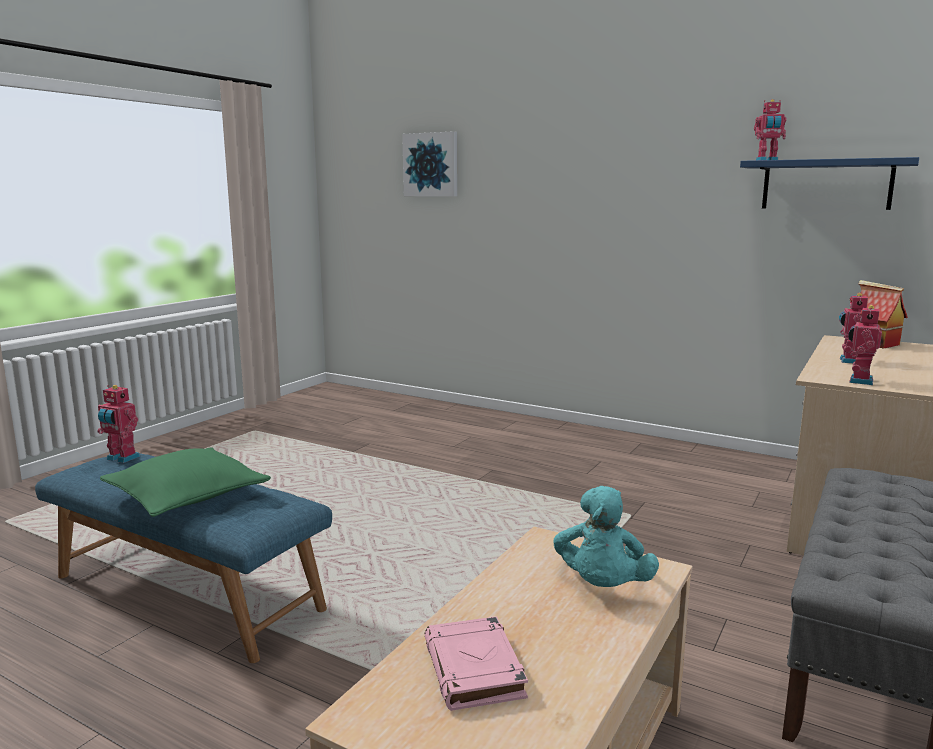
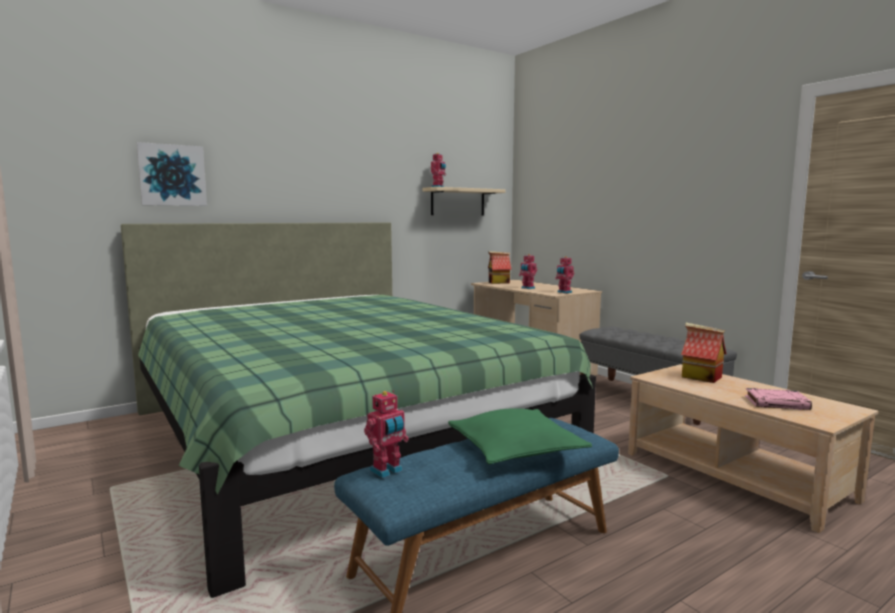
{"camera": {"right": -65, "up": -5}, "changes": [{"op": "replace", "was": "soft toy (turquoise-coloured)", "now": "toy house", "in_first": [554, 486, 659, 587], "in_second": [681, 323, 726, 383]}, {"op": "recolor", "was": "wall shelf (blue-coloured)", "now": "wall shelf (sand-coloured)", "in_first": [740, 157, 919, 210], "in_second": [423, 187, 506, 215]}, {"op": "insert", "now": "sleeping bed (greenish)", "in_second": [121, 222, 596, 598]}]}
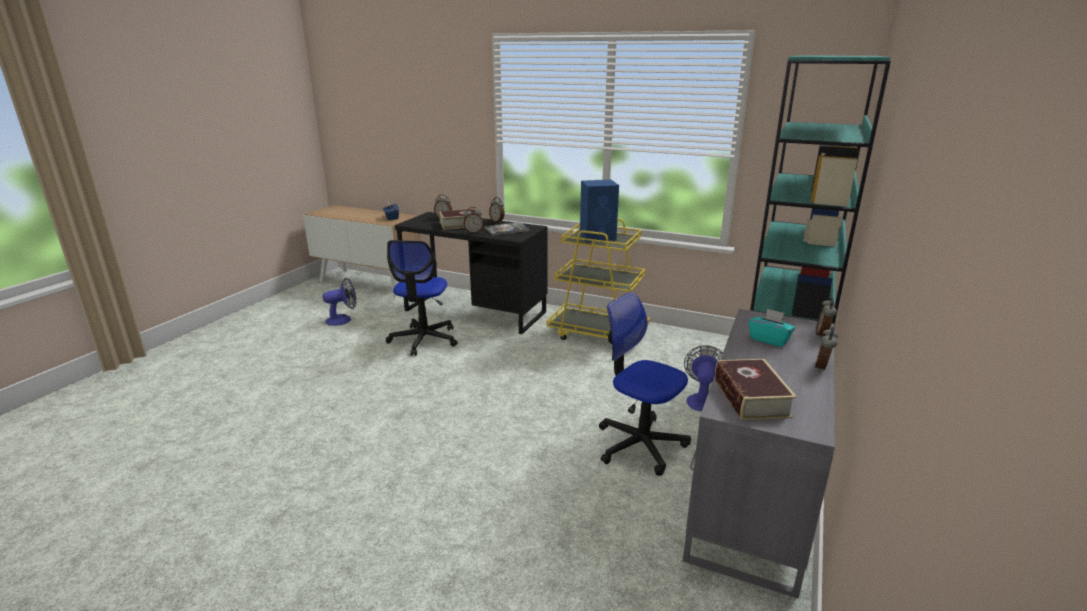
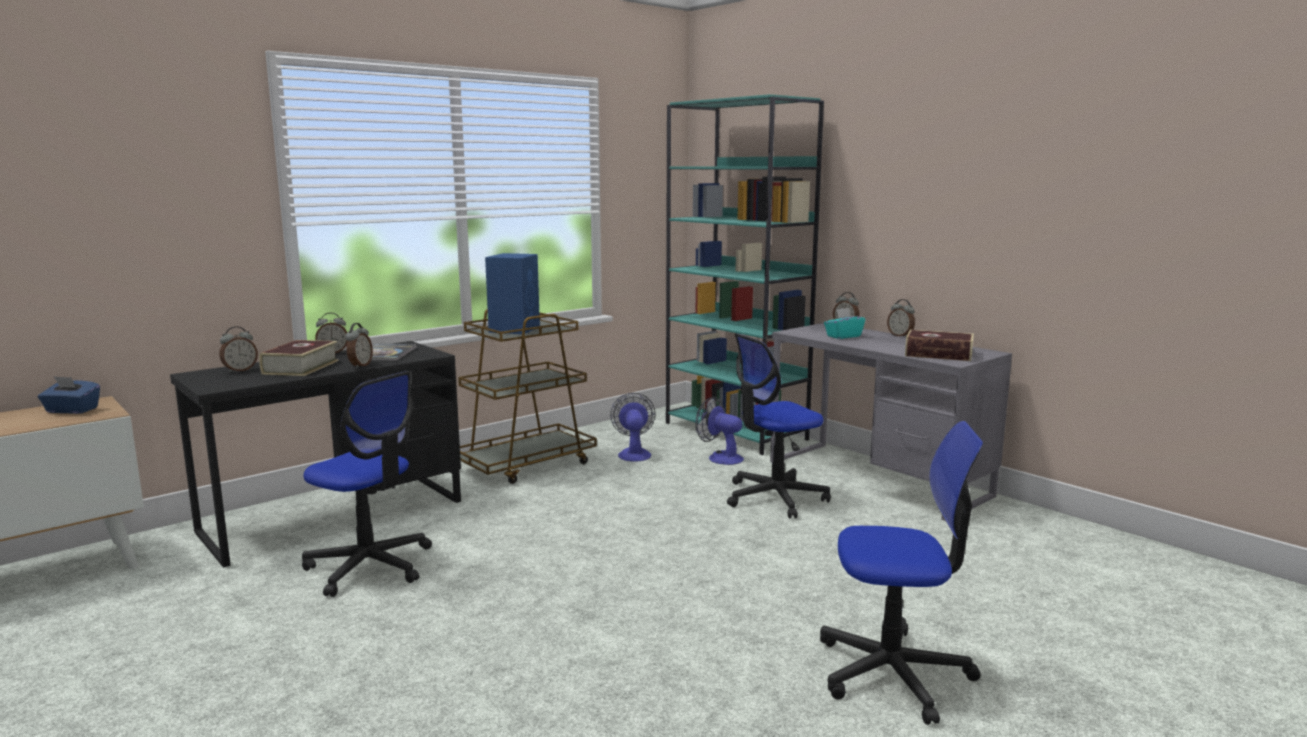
{"camera": {"right": -65, "up": -10}, "changes": [{"op": "move", "was": "fan", "in_first": [323, 278, 356, 326], "in_second": [610, 393, 655, 462]}, {"op": "recolor", "was": "cart (yellow)", "now": "cart (brown-coloured)", "in_first": [547, 219, 650, 340], "in_second": [458, 309, 597, 484]}, {"op": "insert", "now": "desk chair", "in_second": [820, 421, 984, 725]}]}
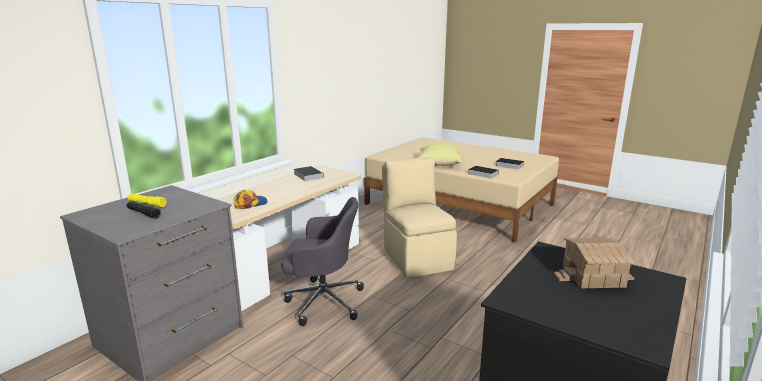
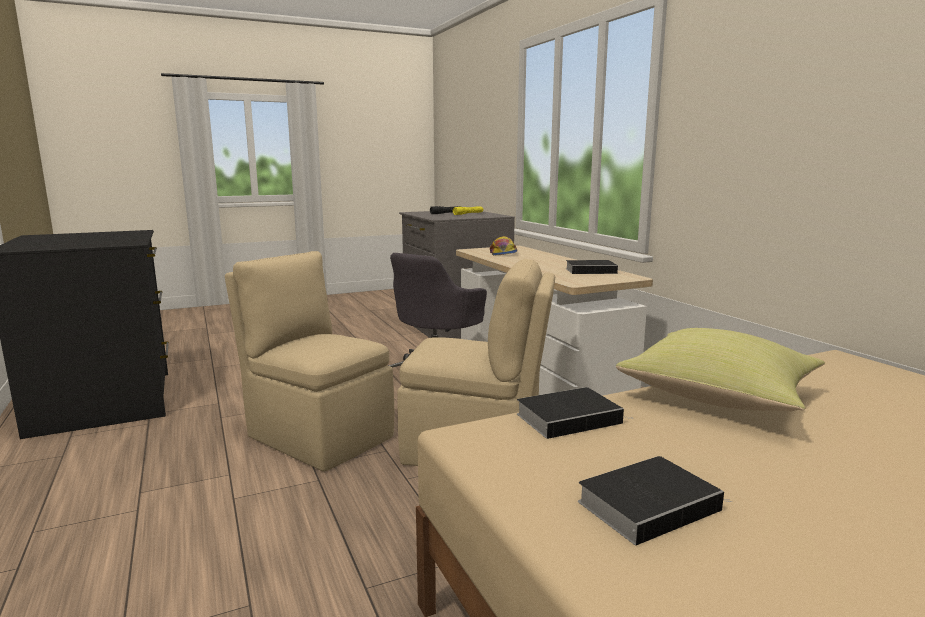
{"camera": {"right": 120, "up": -5}, "changes": [{"op": "delete", "was": "toy house", "in_first": [554, 237, 634, 288]}, {"op": "insert", "now": "upright chair (sand-coloured)", "in_second": [225, 251, 394, 472]}]}
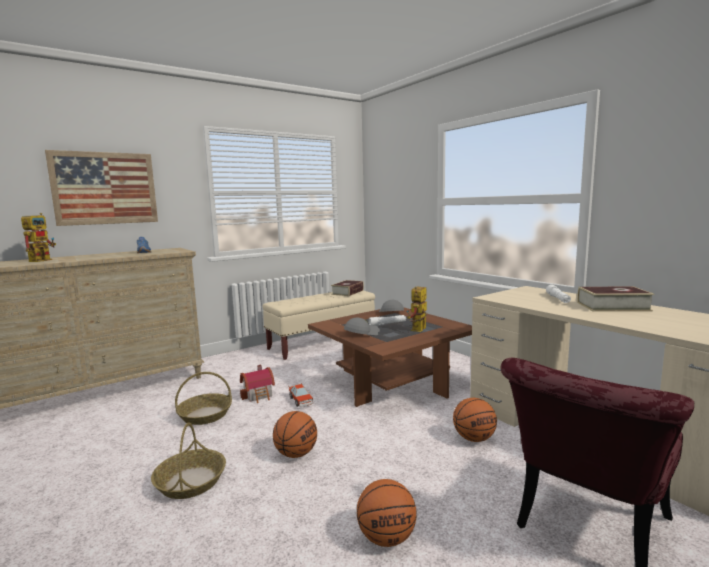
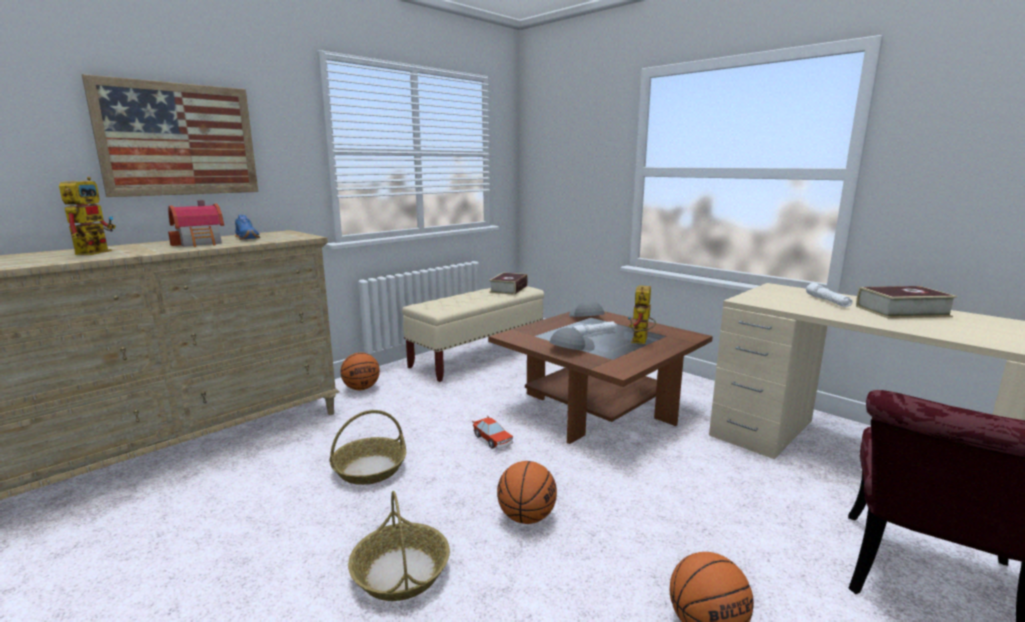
{"camera": {"right": -10, "up": 5}, "changes": [{"op": "move", "was": "toy house", "in_first": [240, 365, 275, 403], "in_second": [168, 200, 224, 247]}, {"op": "move", "was": "basketball ball", "in_first": [453, 398, 497, 442], "in_second": [340, 352, 380, 390]}]}
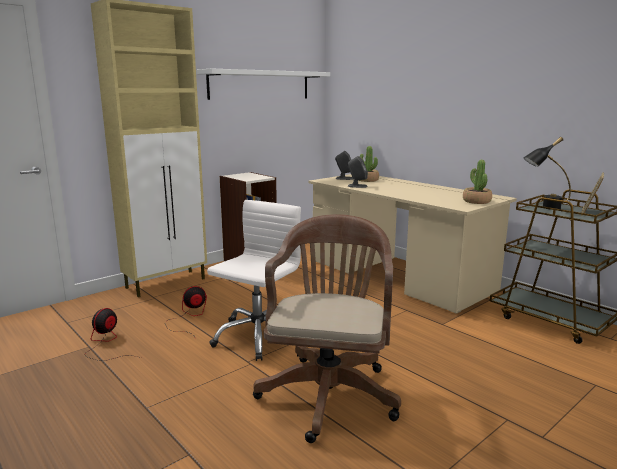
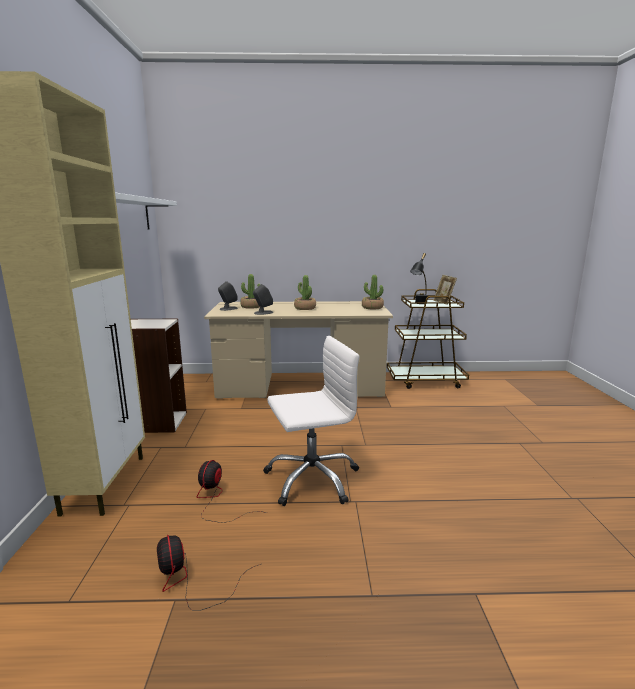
{"camera": {"right": -50, "up": 0}, "changes": [{"op": "rotate", "was": "desk chair (whitish)", "in_first": [207, 200, 301, 361], "in_second": [263, 336, 359, 506], "clockwise": 90}, {"op": "delete", "was": "desk chair (brown-coloured)", "in_first": [253, 214, 401, 443]}, {"op": "insert", "now": "houseplant", "in_second": [294, 275, 316, 310]}]}
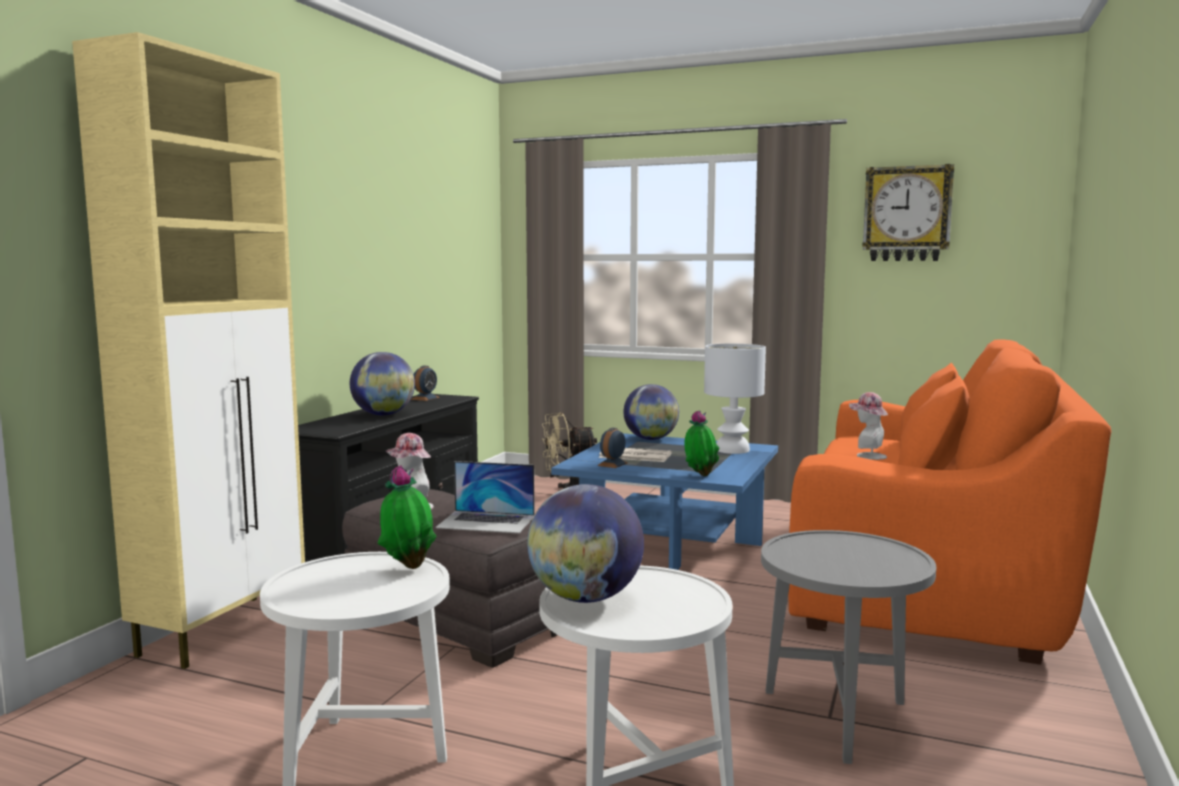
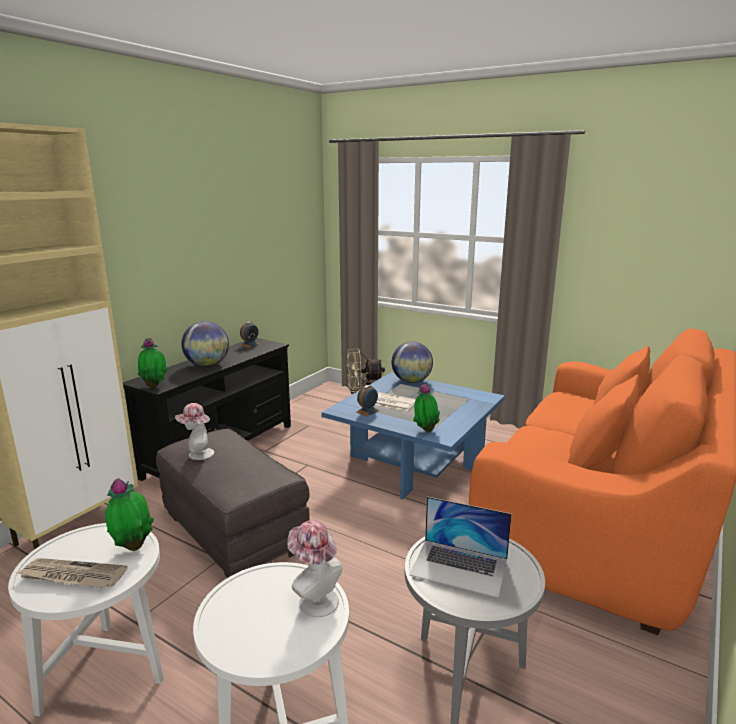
{"camera": {"right": 10, "up": 10}, "changes": [{"op": "move", "was": "portable computer", "in_first": [435, 461, 535, 533], "in_second": [409, 497, 512, 598]}, {"op": "delete", "was": "world globe", "in_first": [527, 484, 644, 603]}, {"op": "delete", "was": "tabletop lamp (whitish)", "in_first": [704, 344, 766, 454]}, {"op": "move", "was": "clothing hat", "in_first": [849, 392, 888, 460], "in_second": [288, 520, 342, 617]}, {"op": "delete", "was": "wall clock", "in_first": [862, 164, 954, 261]}, {"op": "insert", "now": "printed paper", "in_second": [17, 558, 128, 588]}, {"op": "insert", "now": "houseplant", "in_second": [138, 338, 168, 388]}]}
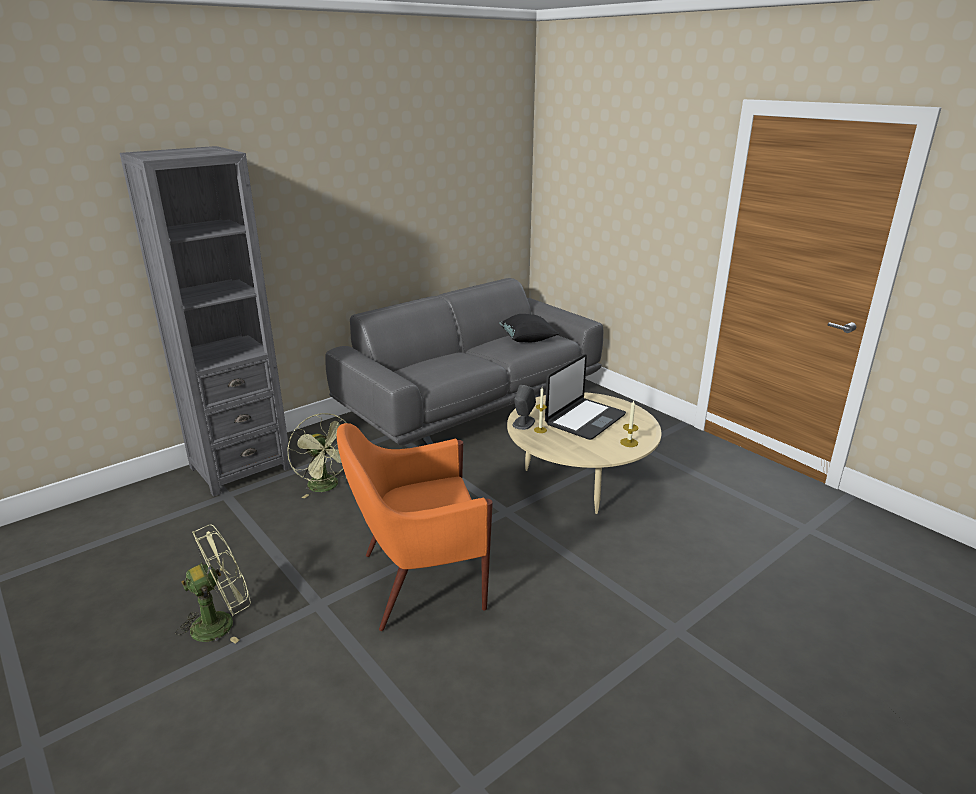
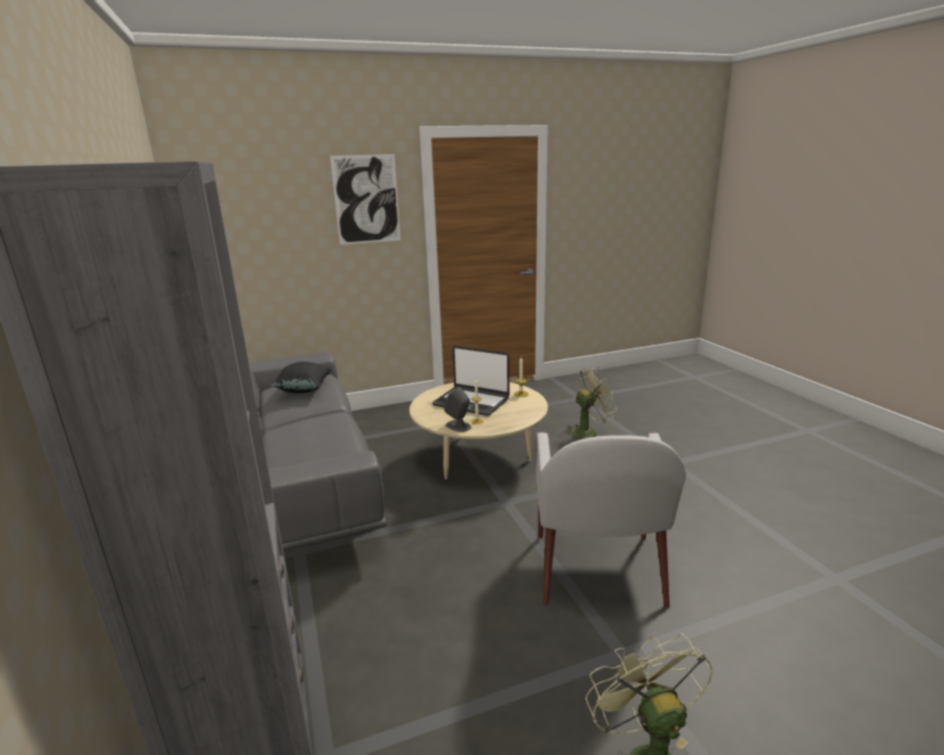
{"camera": {"right": -70, "up": -5}, "changes": [{"op": "move", "was": "fan (greenish)", "in_first": [287, 413, 347, 498], "in_second": [563, 367, 617, 438]}, {"op": "recolor", "was": "easy chair (orange)", "now": "easy chair (whitish)", "in_first": [337, 423, 493, 631], "in_second": [536, 432, 686, 608]}, {"op": "rotate", "was": "portable computer", "in_first": [545, 354, 626, 440], "in_second": [432, 346, 510, 416], "clockwise": 150}, {"op": "insert", "now": "picture", "in_second": [330, 154, 401, 245]}]}
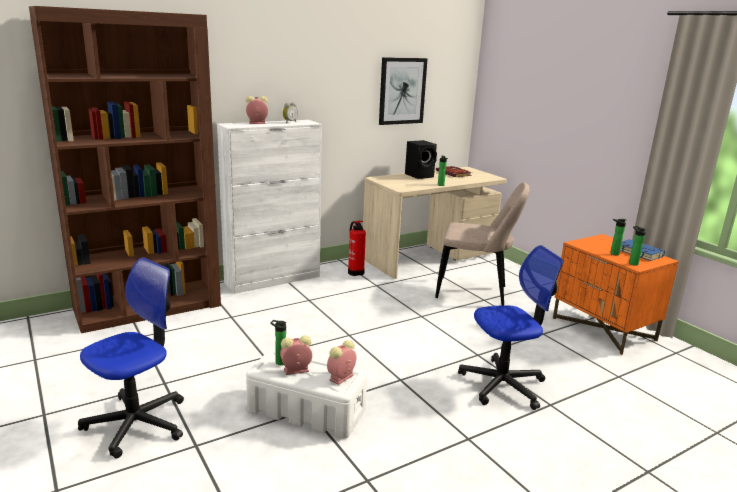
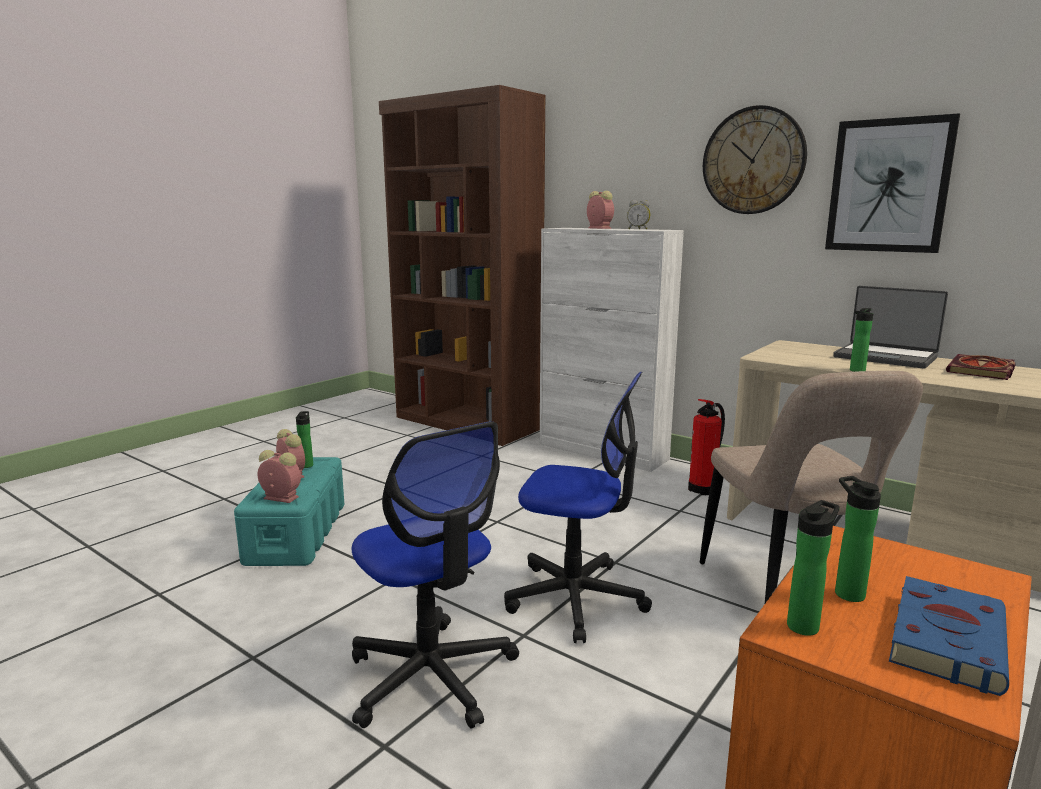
{"camera": {"right": 70, "up": -5}, "changes": [{"op": "move", "was": "desk chair", "in_first": [78, 257, 184, 458], "in_second": [504, 372, 652, 643]}, {"op": "recolor", "was": "storage bin (whitish)", "now": "storage bin (turquoise-coloured)", "in_first": [246, 349, 367, 439], "in_second": [234, 457, 344, 566]}, {"op": "replace", "was": "audio speaker (black-coloured)", "now": "portable computer", "in_first": [405, 140, 437, 179], "in_second": [833, 286, 948, 369]}, {"op": "insert", "now": "wall clock", "in_second": [703, 105, 807, 214]}]}
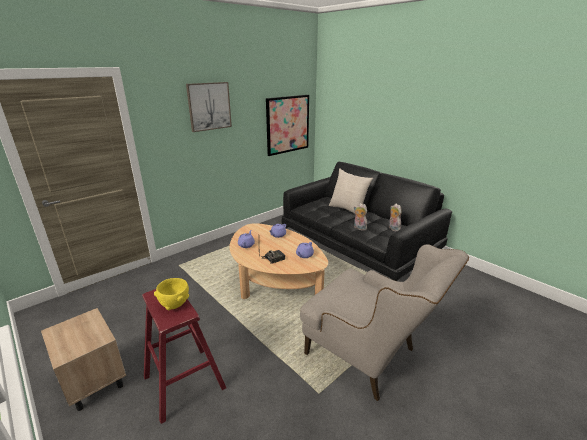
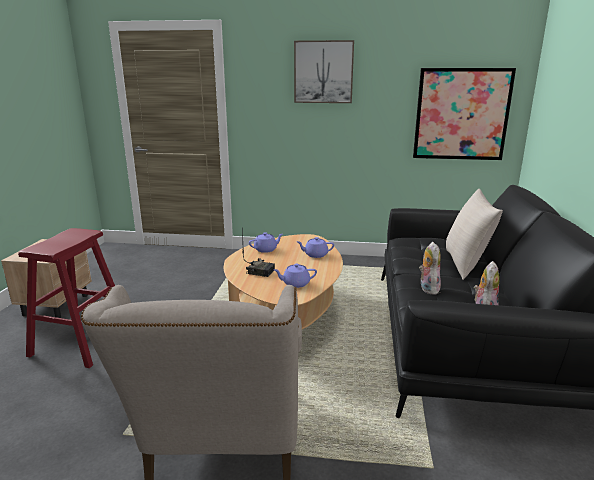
{"camera": {"right": 50, "up": -5}, "changes": [{"op": "delete", "was": "bowl (yellow)", "in_first": [154, 278, 189, 310]}]}
